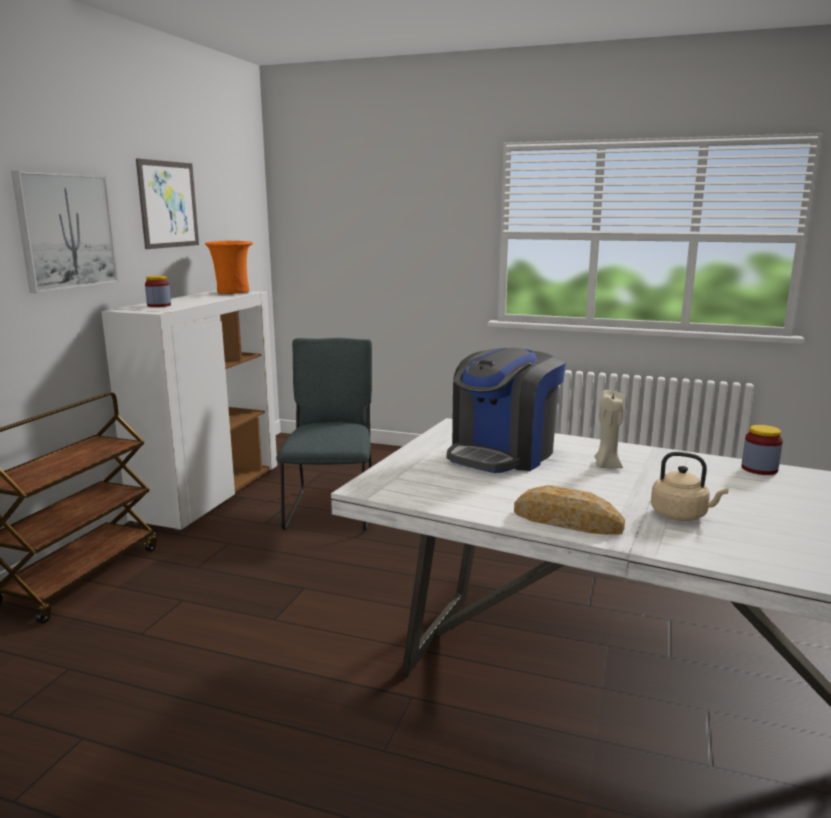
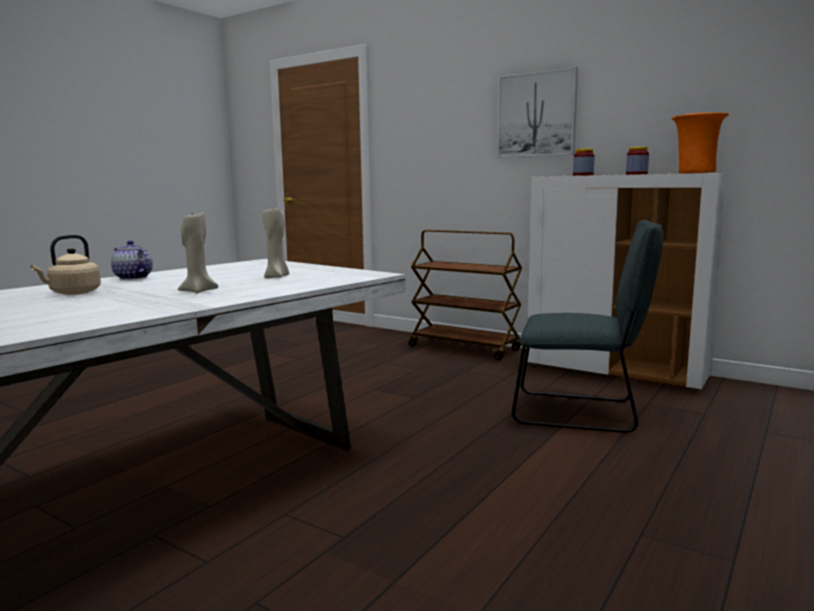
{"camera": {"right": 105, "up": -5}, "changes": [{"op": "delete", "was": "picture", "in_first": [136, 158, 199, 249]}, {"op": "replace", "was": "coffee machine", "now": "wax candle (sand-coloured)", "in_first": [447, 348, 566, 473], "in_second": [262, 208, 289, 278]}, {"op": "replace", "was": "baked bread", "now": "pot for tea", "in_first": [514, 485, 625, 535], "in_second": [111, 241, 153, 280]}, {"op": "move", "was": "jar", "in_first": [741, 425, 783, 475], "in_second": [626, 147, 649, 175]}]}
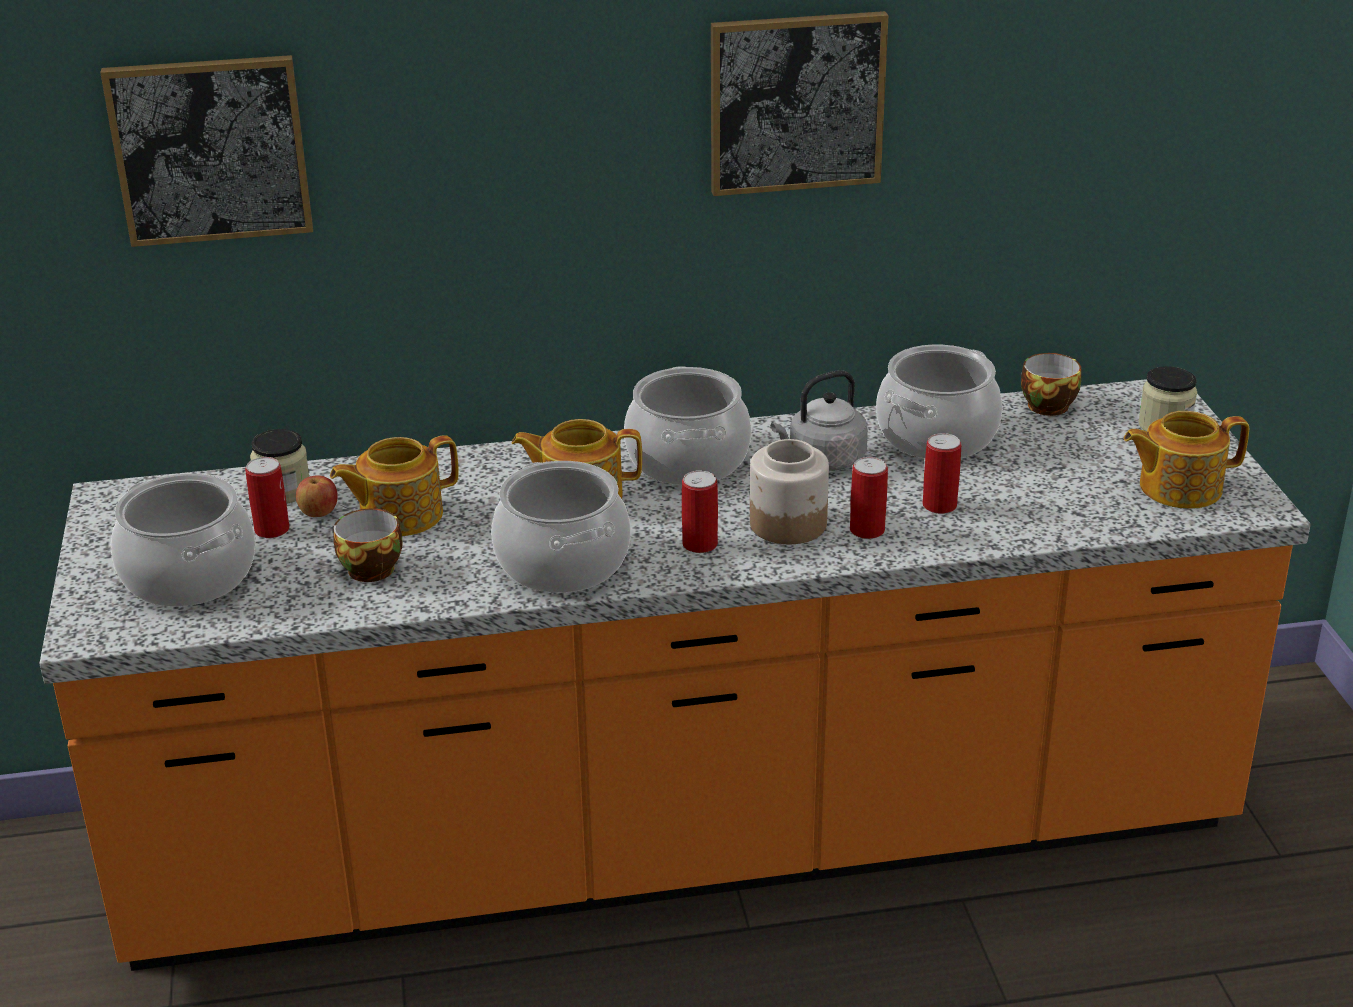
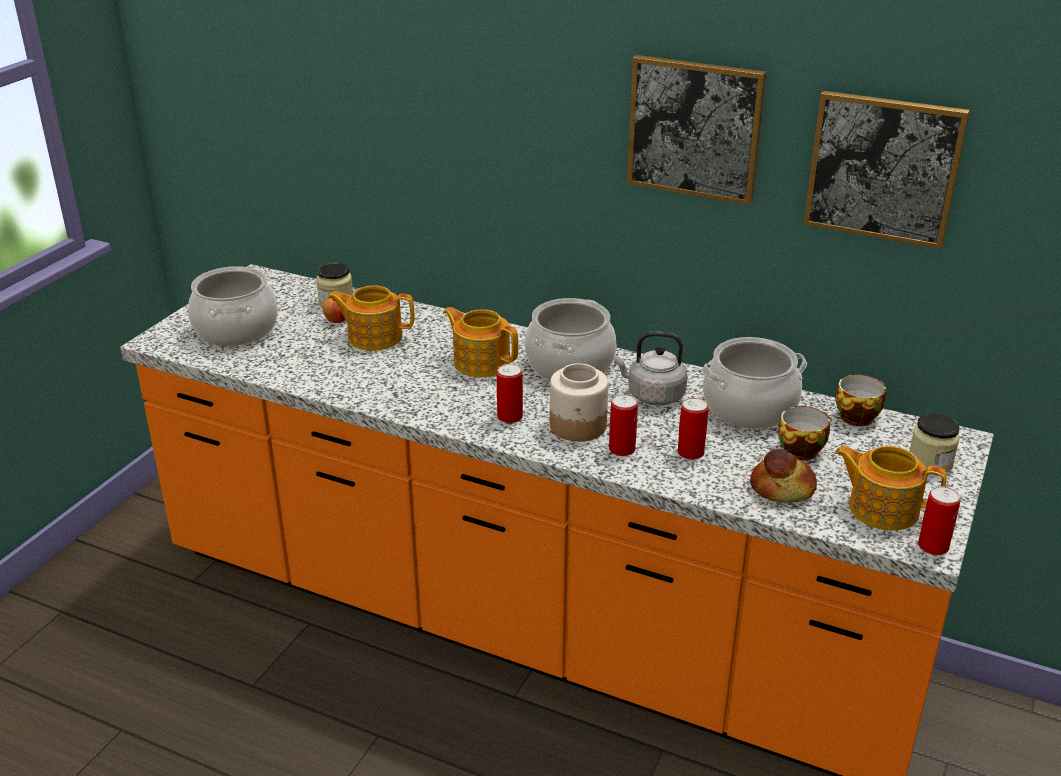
{"camera": {"right": 35, "up": 0}, "changes": [{"op": "move", "was": "picture", "in_first": [100, 55, 313, 247], "in_second": [803, 91, 970, 249]}, {"op": "move", "was": "sealed can", "in_first": [245, 457, 290, 538], "in_second": [918, 486, 961, 555]}, {"op": "move", "was": "cup", "in_first": [333, 509, 403, 582], "in_second": [778, 406, 830, 460]}, {"op": "delete", "was": "stockpot", "in_first": [491, 461, 631, 593]}, {"op": "insert", "now": "baked bread", "in_second": [750, 449, 817, 503]}]}
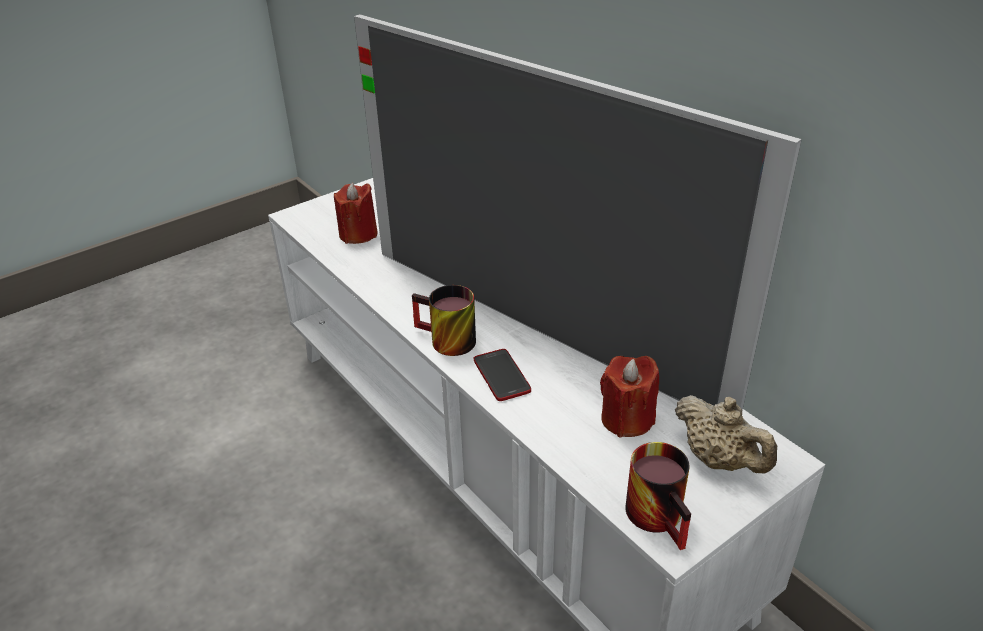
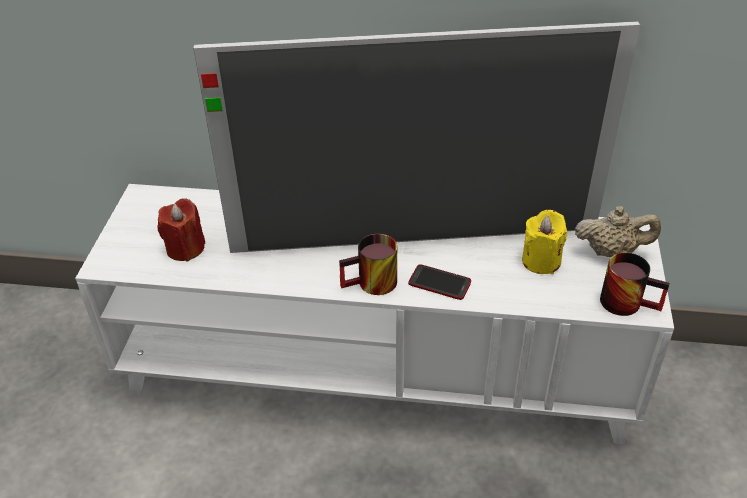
{"camera": {"right": -45, "up": 5}, "changes": [{"op": "recolor", "was": "wax candle (red-coloured)", "now": "wax candle (yellow)", "in_first": [600, 356, 659, 438], "in_second": [522, 210, 567, 274]}]}
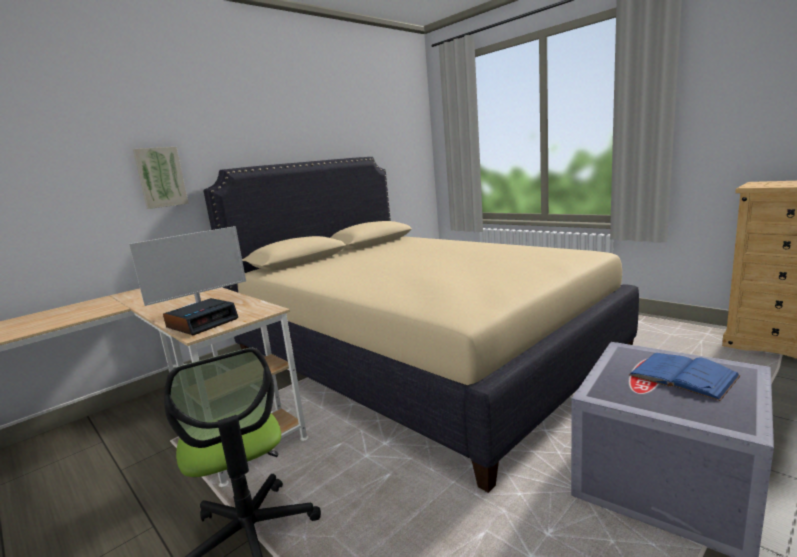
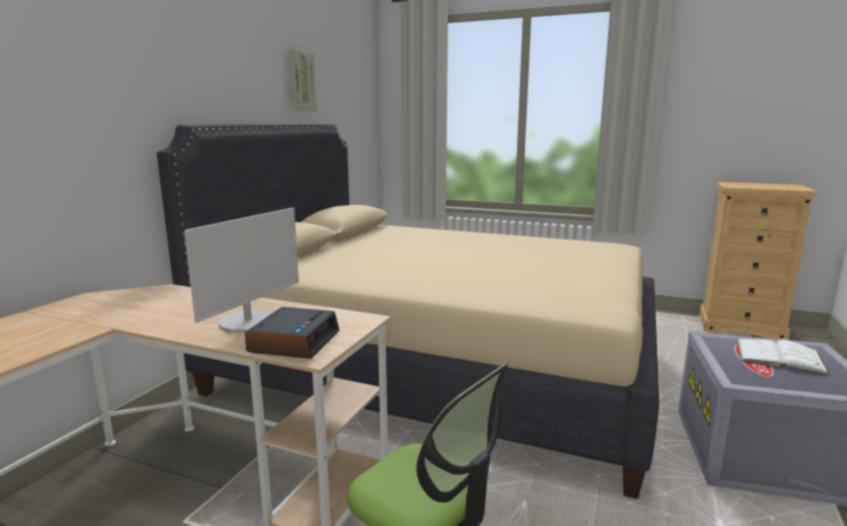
{"camera": {"right": -25, "up": 0}, "changes": [{"op": "move", "was": "picture", "in_first": [133, 147, 189, 209], "in_second": [288, 49, 317, 111]}, {"op": "recolor", "was": "book (blue-coloured)", "now": "book (whitish)", "in_first": [629, 353, 741, 401], "in_second": [737, 339, 830, 375]}]}
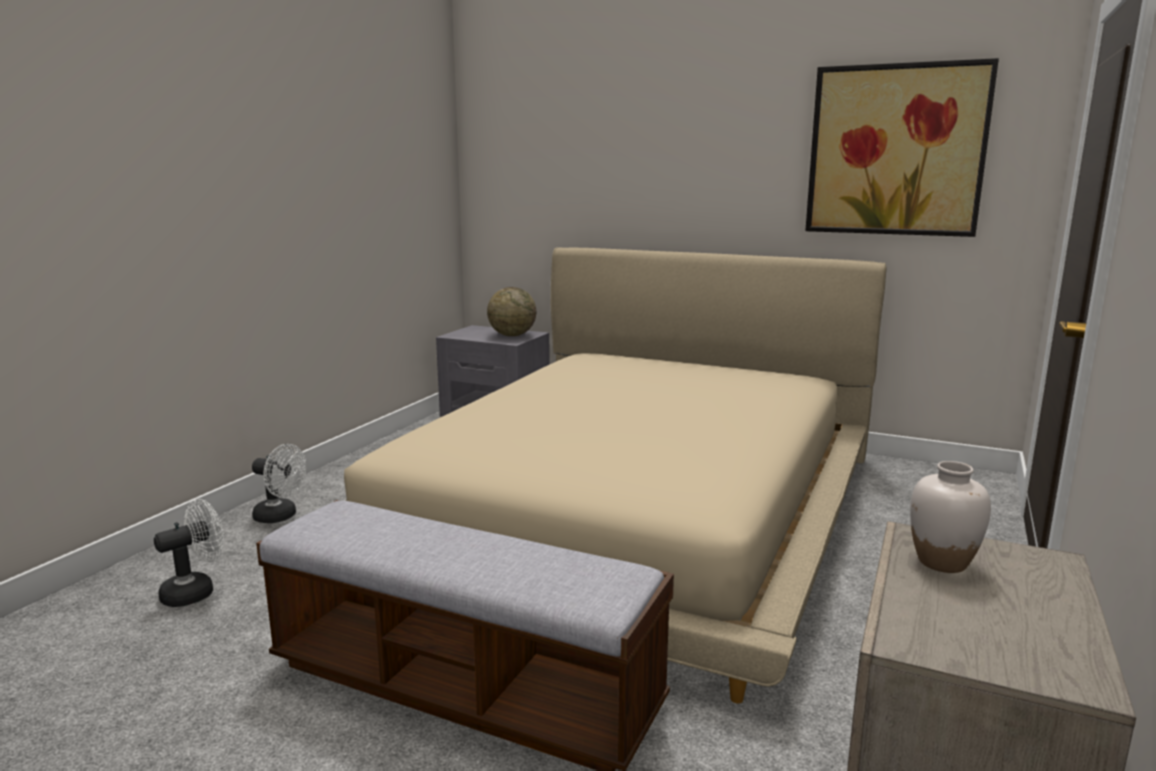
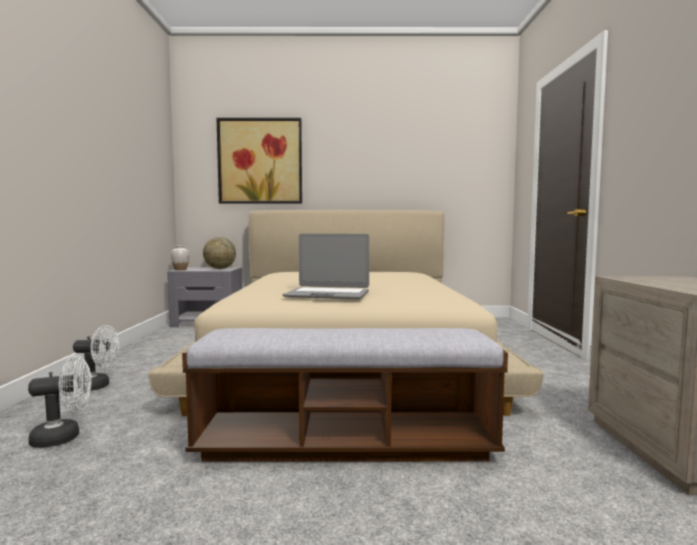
{"camera": {"right": -25, "up": -10}, "changes": [{"op": "rotate", "was": "fan (whitish)", "in_first": [154, 499, 224, 607], "in_second": [28, 355, 91, 448], "clockwise": 45}, {"op": "move", "was": "picture", "in_first": [805, 58, 999, 237], "in_second": [217, 118, 302, 204]}, {"op": "move", "was": "vase (whitish)", "in_first": [910, 461, 991, 573], "in_second": [171, 245, 189, 270]}, {"op": "insert", "now": "portable computer", "in_second": [283, 234, 369, 299]}]}
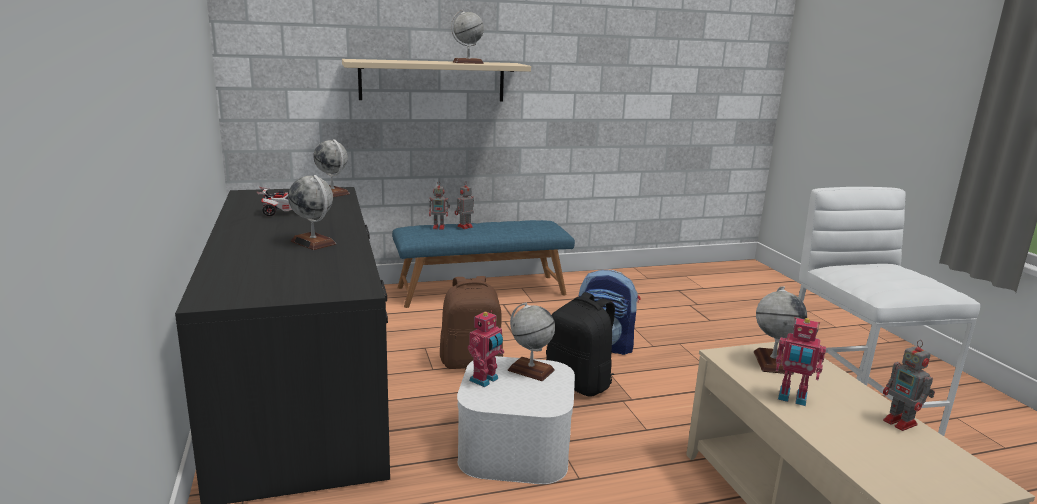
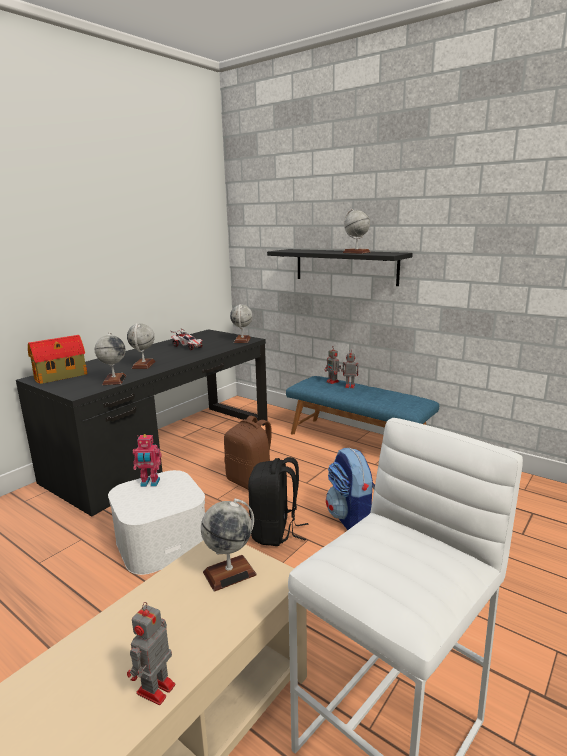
{"camera": {"right": 55, "up": 0}, "changes": [{"op": "recolor", "was": "wall shelf (sand-coloured)", "now": "wall shelf (black-coloured)", "in_first": [342, 59, 531, 101], "in_second": [267, 249, 413, 286]}, {"op": "move", "was": "world globe", "in_first": [508, 302, 555, 381], "in_second": [95, 332, 126, 385]}, {"op": "delete", "was": "model robot", "in_first": [776, 317, 826, 406]}, {"op": "insert", "now": "toy house", "in_second": [28, 335, 87, 384]}]}
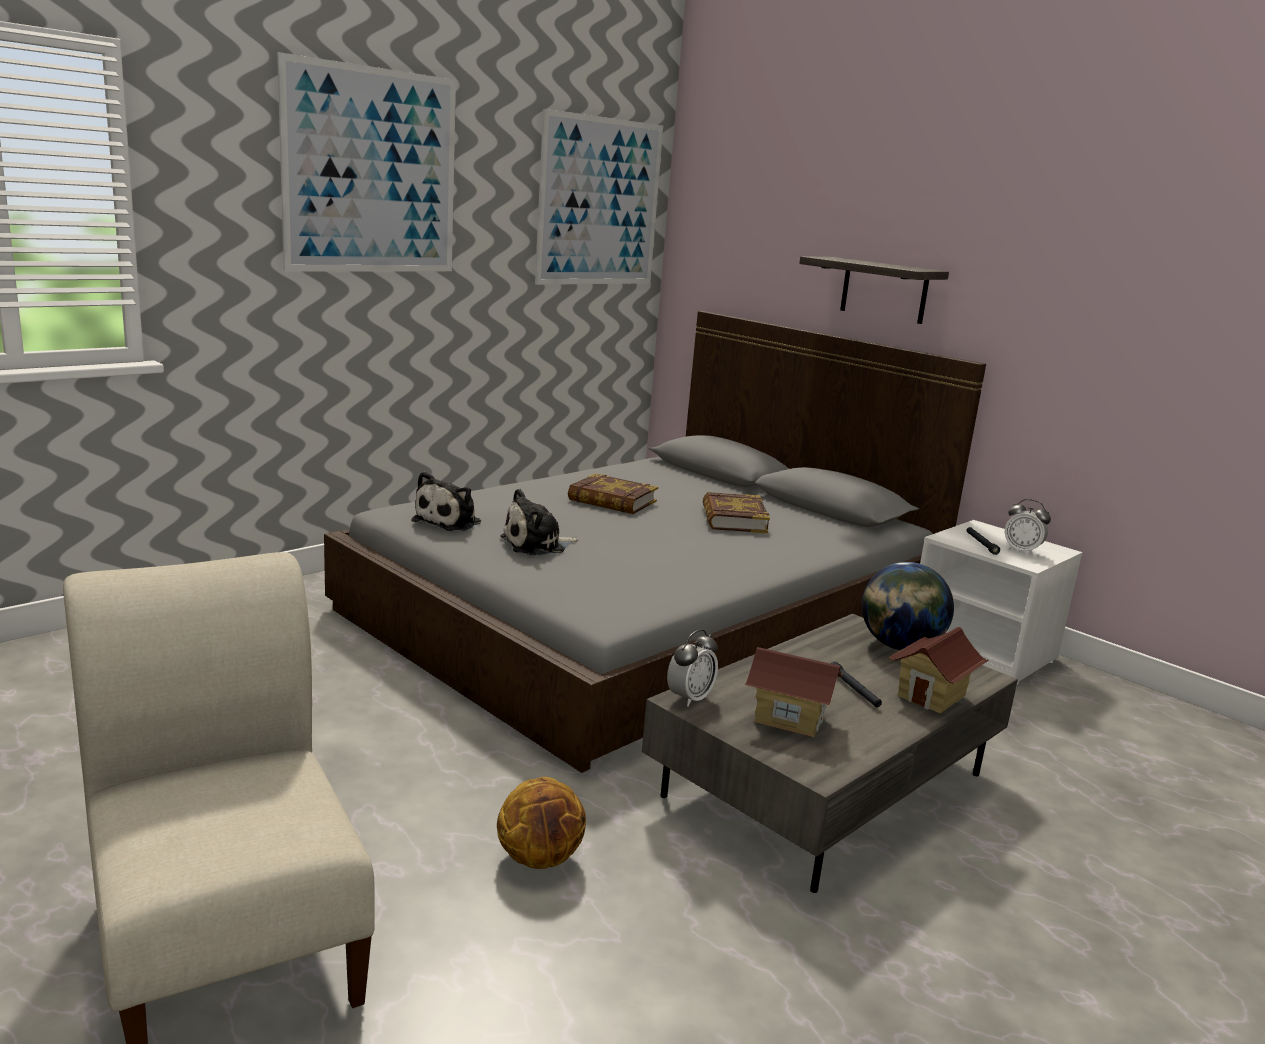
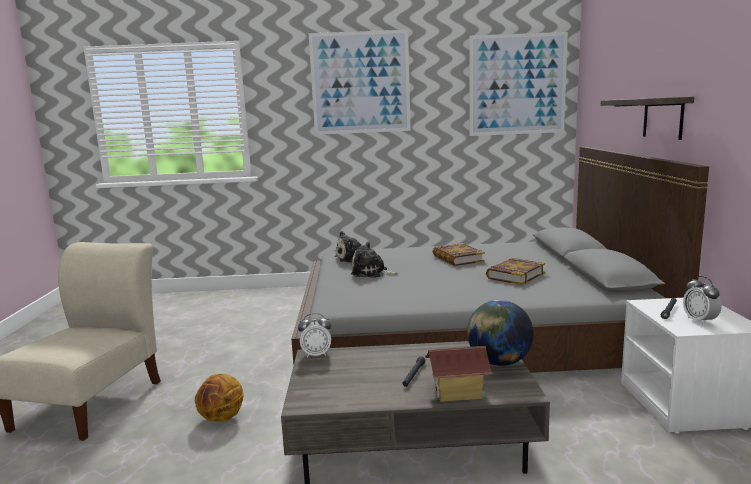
{"camera": {"right": 45, "up": -5}, "changes": [{"op": "delete", "was": "toy house", "in_first": [745, 647, 843, 737]}]}
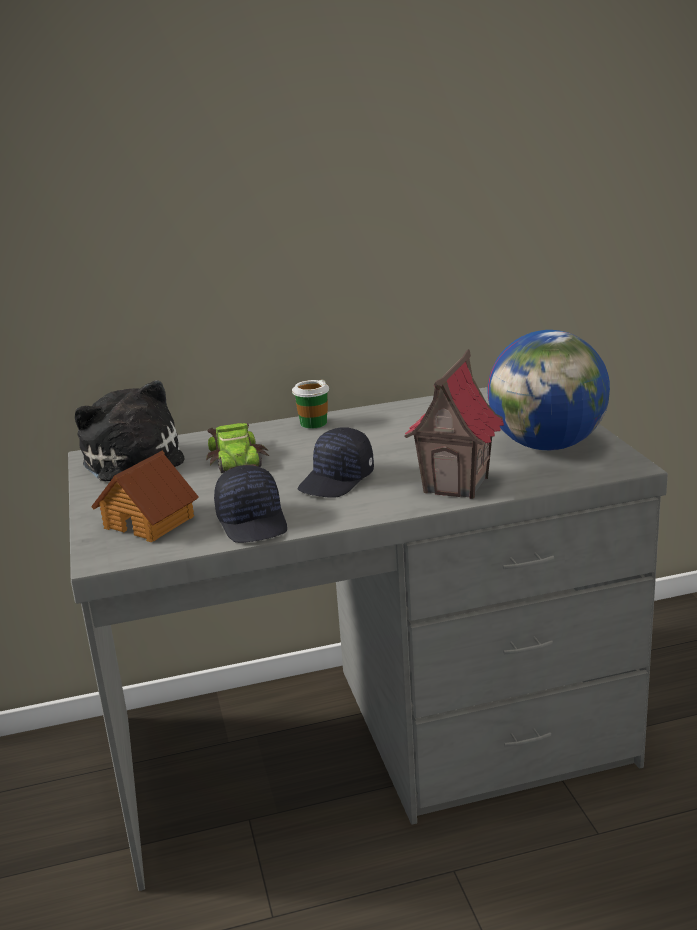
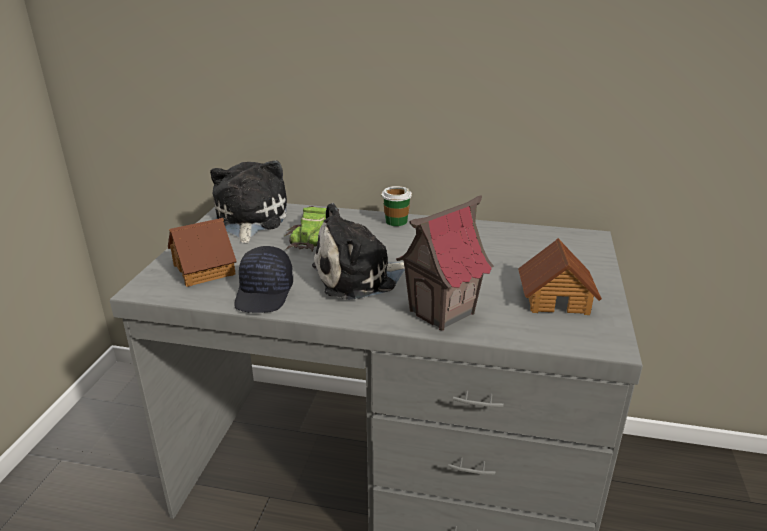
{"camera": {"right": 25, "up": 5}, "changes": [{"op": "replace", "was": "peaked cap (black-coloured)", "now": "soft toy", "in_first": [298, 427, 374, 498], "in_second": [312, 203, 405, 300]}, {"op": "replace", "was": "world globe", "now": "toy house", "in_first": [487, 330, 610, 451], "in_second": [518, 238, 602, 315]}]}
